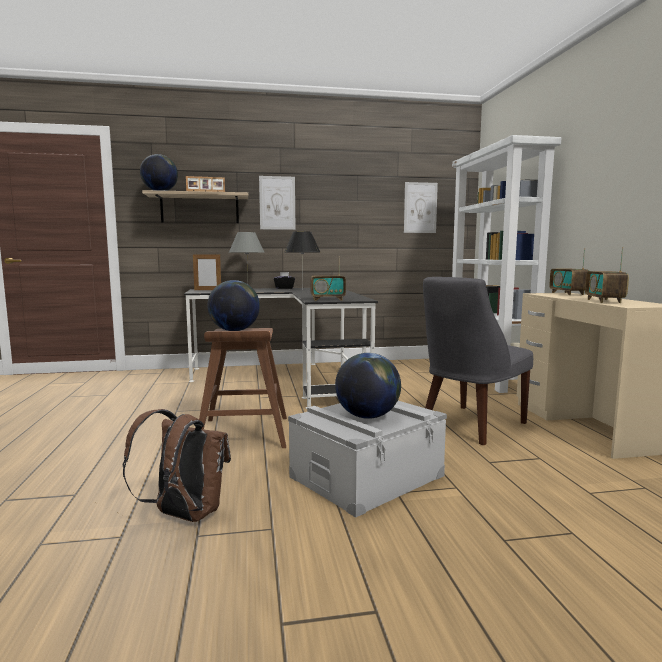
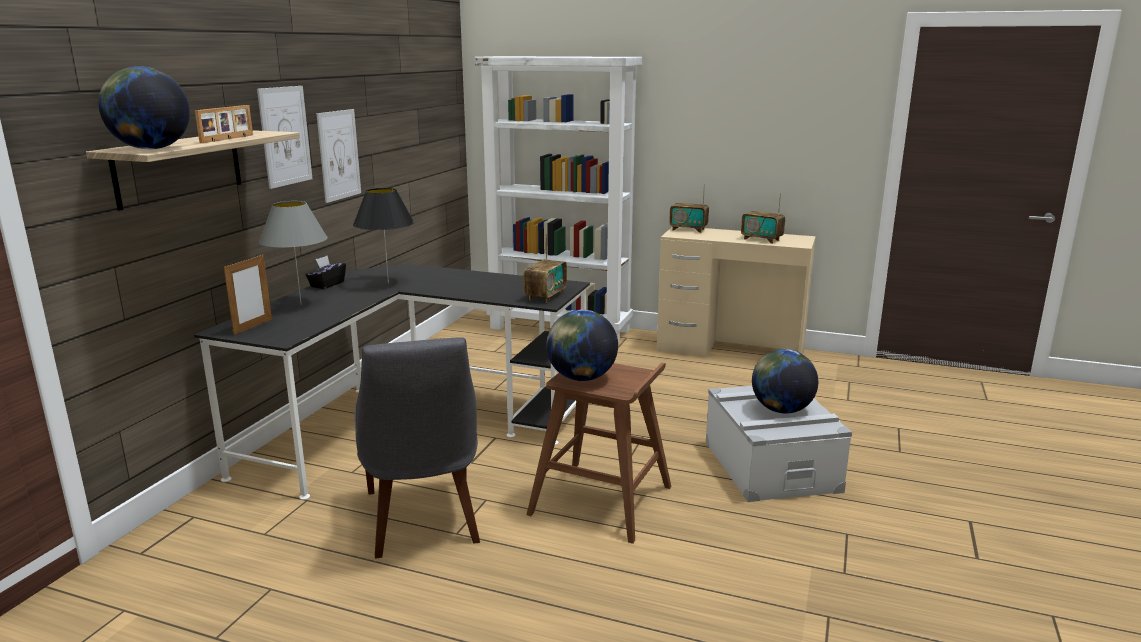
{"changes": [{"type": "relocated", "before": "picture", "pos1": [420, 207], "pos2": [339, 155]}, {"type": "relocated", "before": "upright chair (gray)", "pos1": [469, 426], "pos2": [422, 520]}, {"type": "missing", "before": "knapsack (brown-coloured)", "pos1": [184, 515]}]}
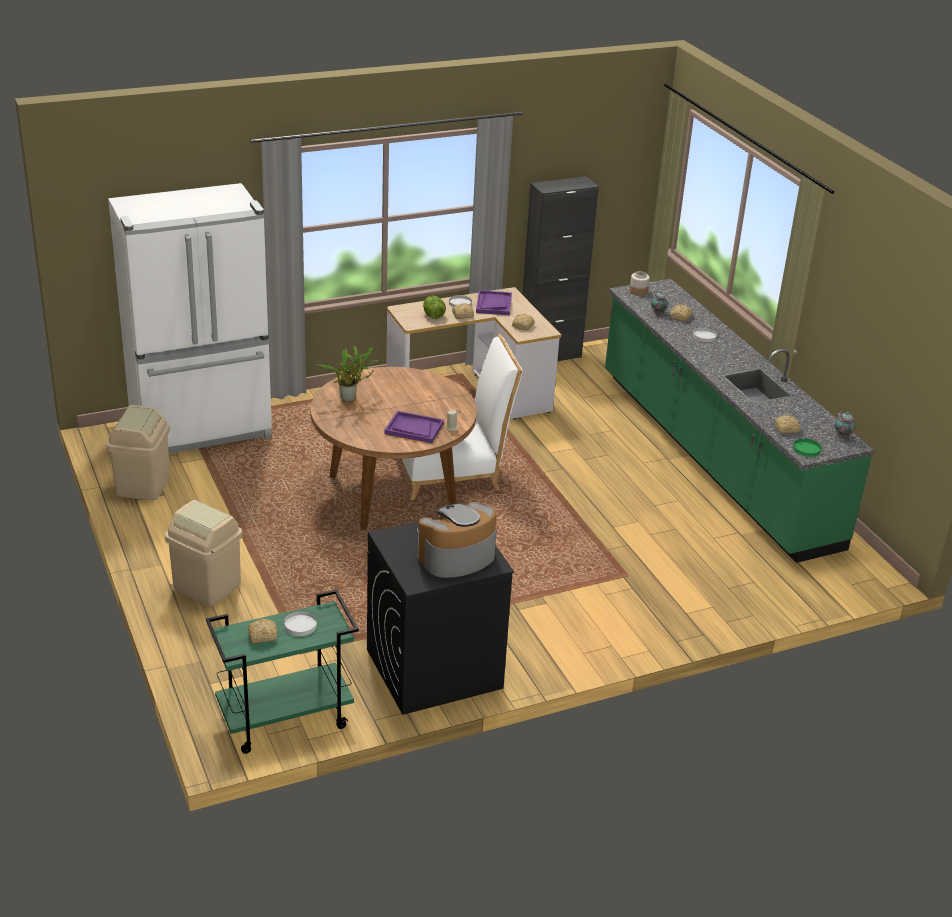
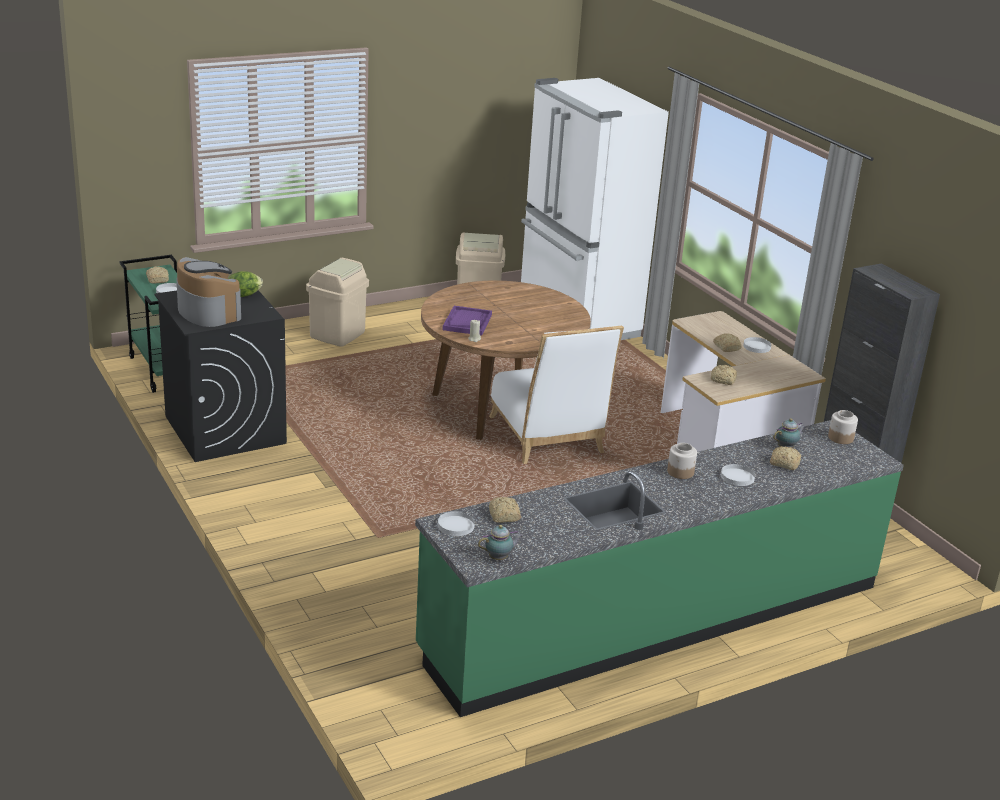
{"changes": [{"type": "missing", "before": "carrying tray (purple)", "pos1": [493, 304]}, {"type": "relocated", "before": "lettuce head", "pos1": [433, 316], "pos2": [244, 295]}, {"type": "missing", "before": "potted plant", "pos1": [350, 398]}, {"type": "colour", "before": "plate (green-coloured)", "after": "plate (white)", "pos1": [807, 449], "pos2": [456, 526]}, {"type": "appeared", "after": "preserve jar", "pos2": [681, 472]}]}
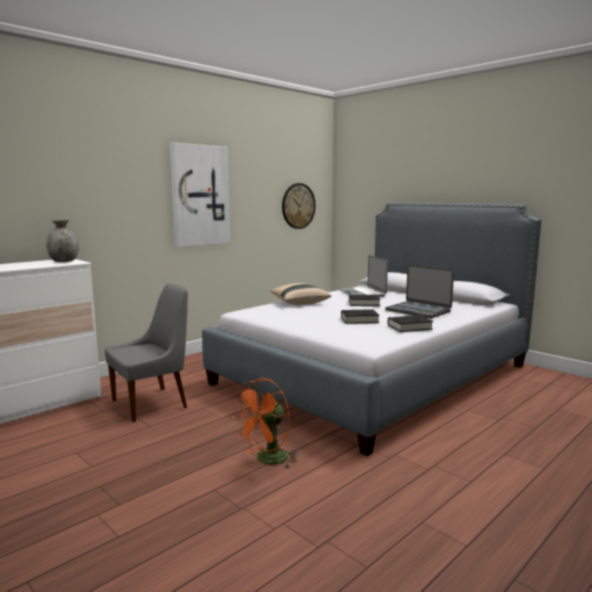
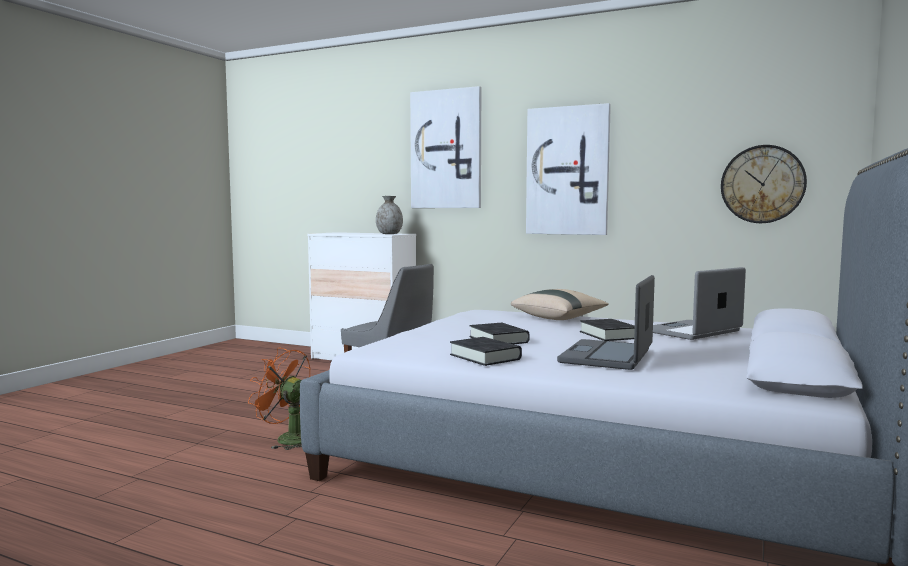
{"changes": [{"type": "appeared", "after": "picture", "pos2": [446, 149]}]}
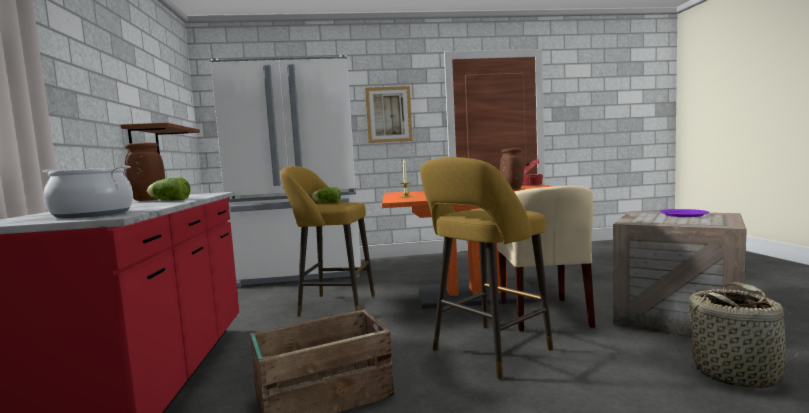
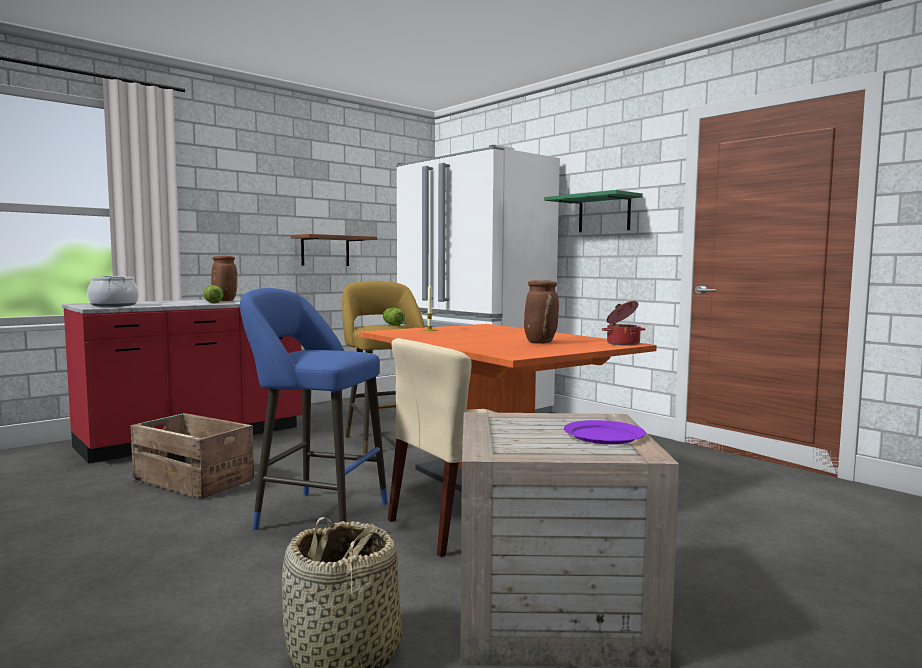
{"changes": [{"type": "exchanged", "before": "picture", "after": "shelf (green-coloured)", "pos1": [388, 114], "pos2": [604, 214]}, {"type": "colour", "before": "stool (yellow)", "after": "stool (blue-coloured)", "pos1": [487, 352], "pos2": [315, 515]}]}
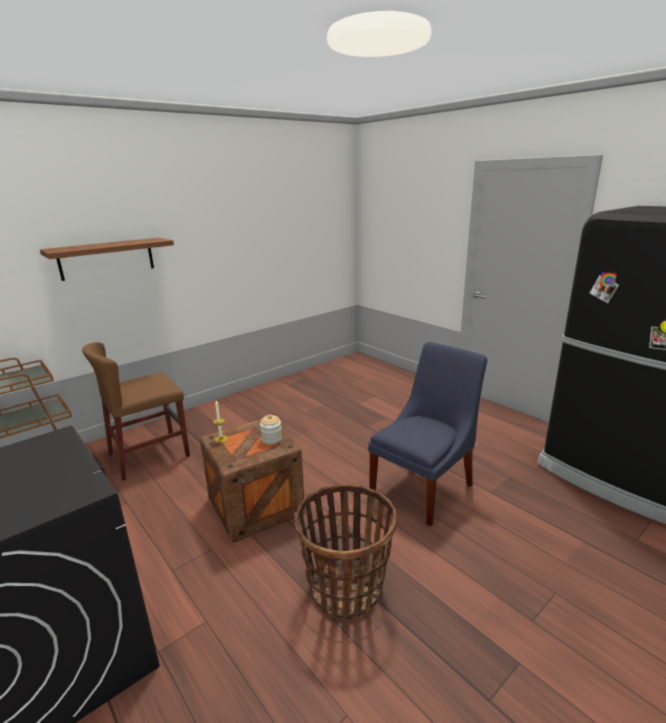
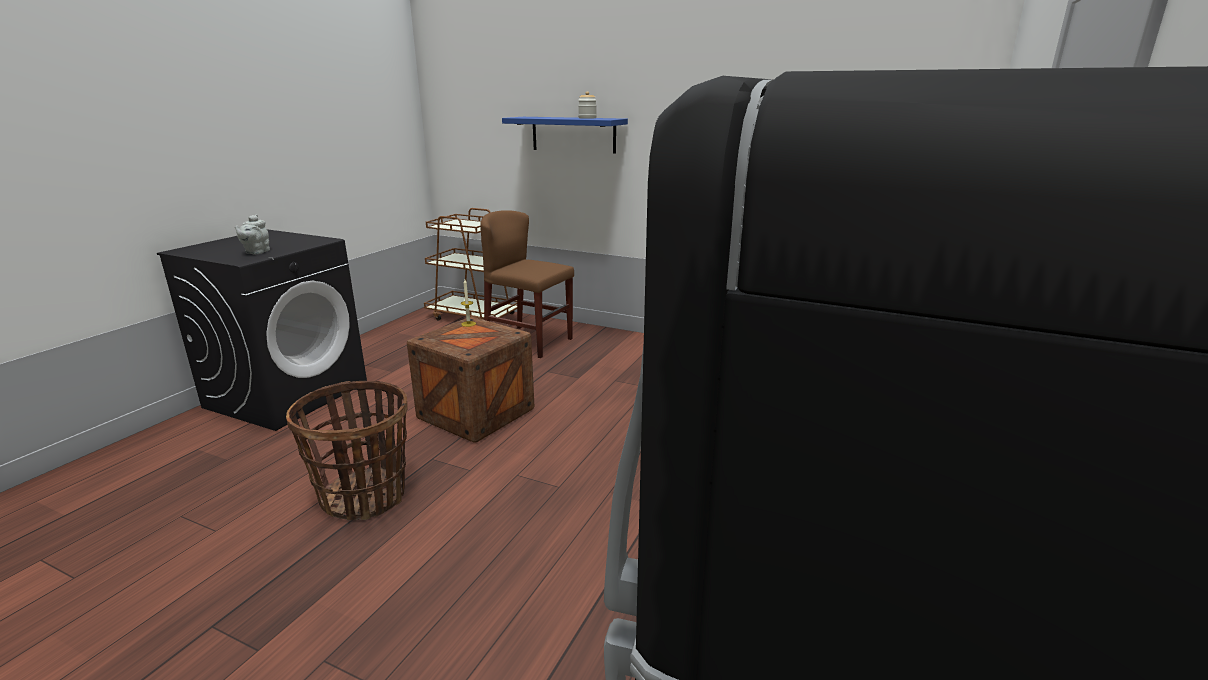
{"changes": [{"type": "colour", "before": "shelf (brown-coloured)", "after": "shelf (blue-coloured)", "pos1": [107, 258], "pos2": [573, 134]}, {"type": "missing", "before": "upright chair (blue-coloured)", "pos1": [424, 487]}, {"type": "relocated", "before": "preserve jar", "pos1": [271, 439], "pos2": [587, 118]}, {"type": "appeared", "after": "pot for tea (gray)", "pos2": [256, 252]}]}
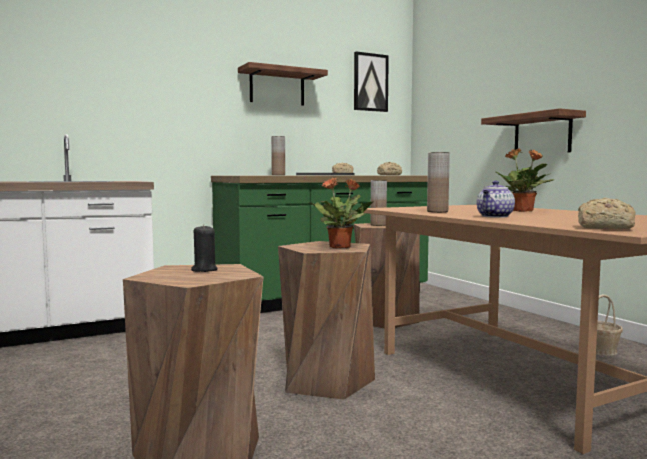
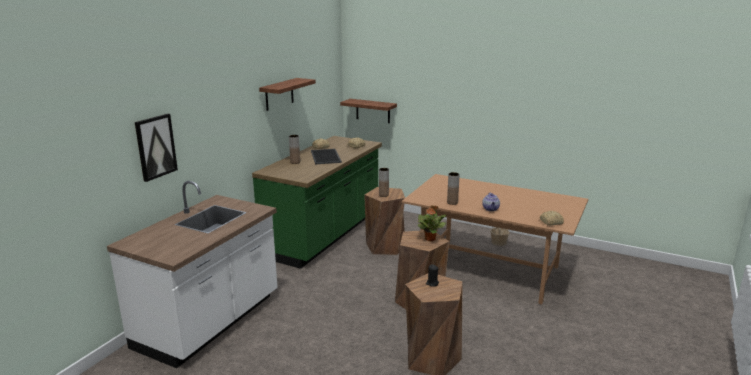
{"changes": [{"type": "relocated", "before": "picture", "pos1": [370, 82], "pos2": [155, 147]}, {"type": "relocated", "before": "shelf", "pos1": [542, 134], "pos2": [373, 111]}, {"type": "missing", "before": "potted plant", "pos1": [523, 211]}]}
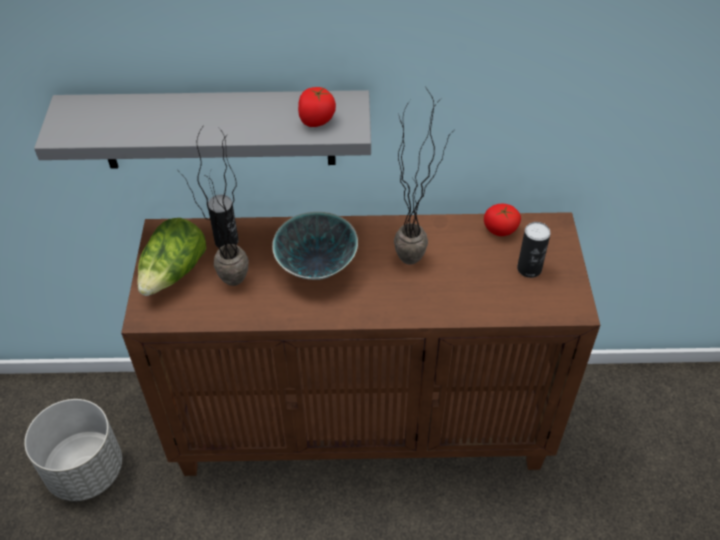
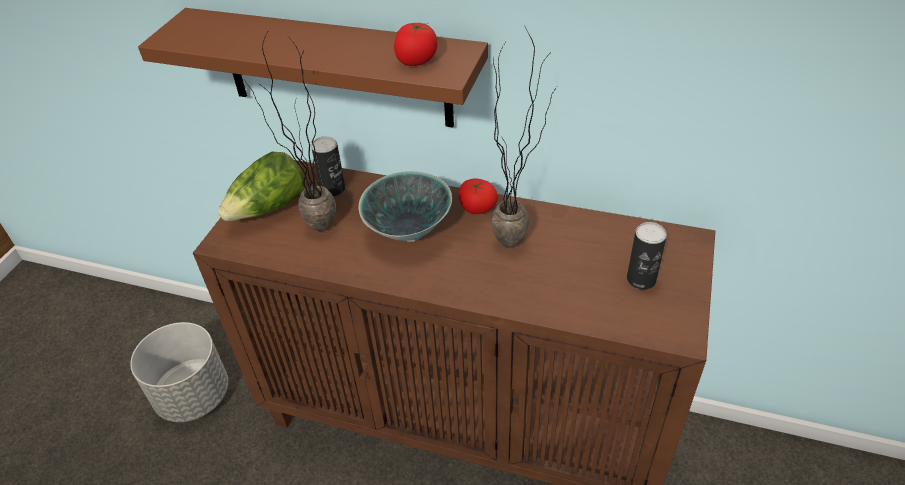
{"changes": [{"type": "colour", "before": "shelf (gray)", "after": "shelf (brown-coloured)", "pos1": [217, 129], "pos2": [336, 68]}, {"type": "relocated", "before": "tomato", "pos1": [500, 230], "pos2": [477, 208]}]}
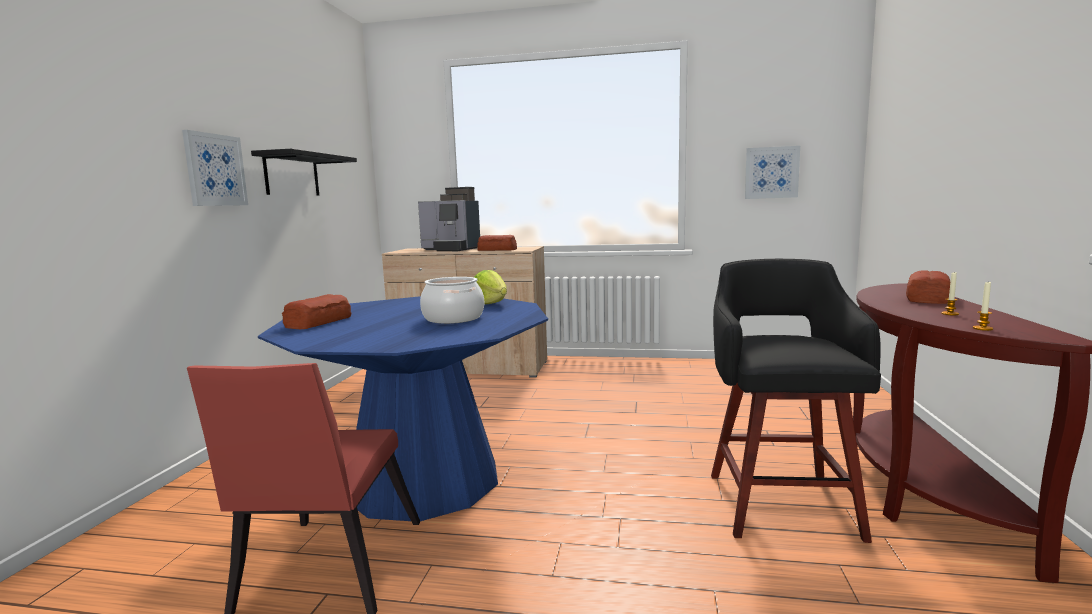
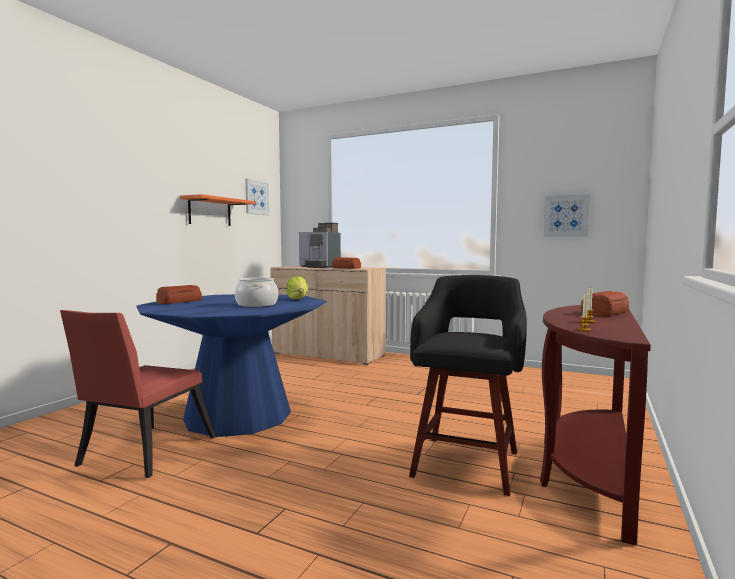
{"changes": [{"type": "relocated", "before": "picture", "pos1": [215, 170], "pos2": [256, 197]}, {"type": "colour", "before": "shelf (black-coloured)", "after": "shelf (orange)", "pos1": [292, 175], "pos2": [210, 212]}]}
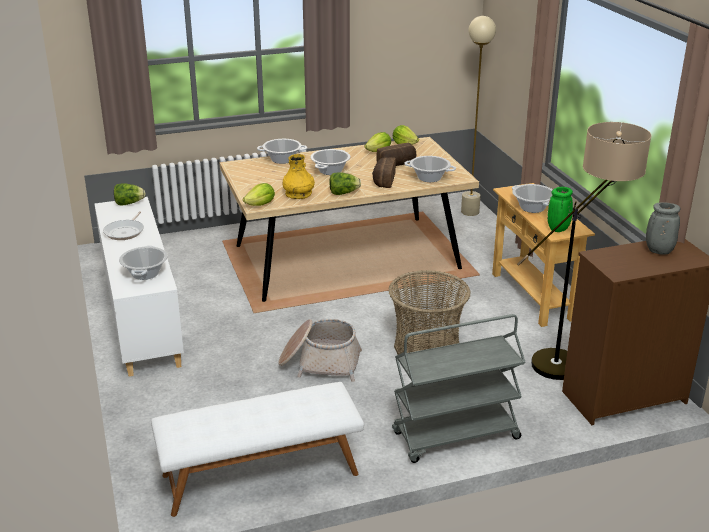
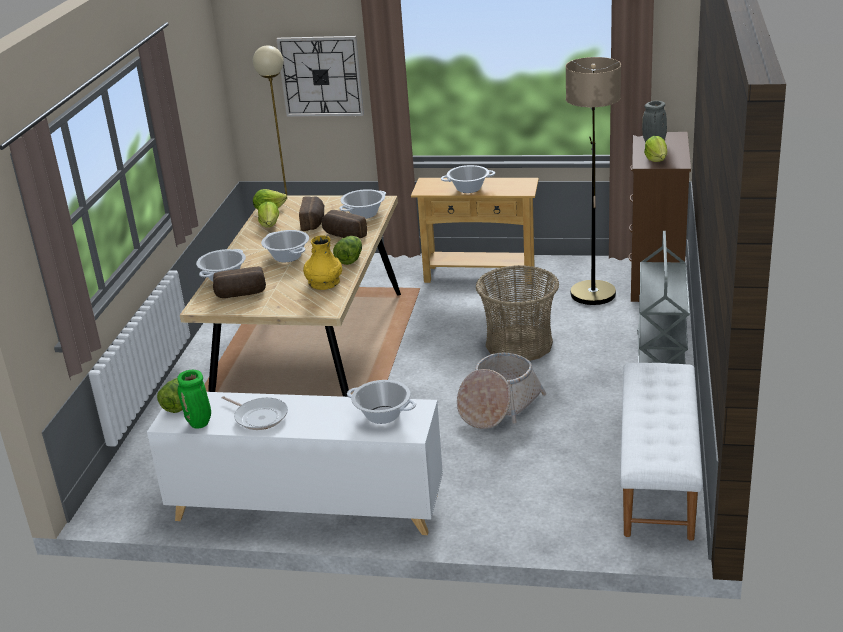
{"changes": [{"type": "relocated", "before": "lettuce head", "pos1": [261, 205], "pos2": [656, 160]}, {"type": "relocated", "before": "vase (green-coloured)", "pos1": [558, 229], "pos2": [200, 423]}, {"type": "appeared", "after": "clock on the wall", "pos2": [321, 76]}, {"type": "appeared", "after": "baked bread", "pos2": [241, 294]}]}
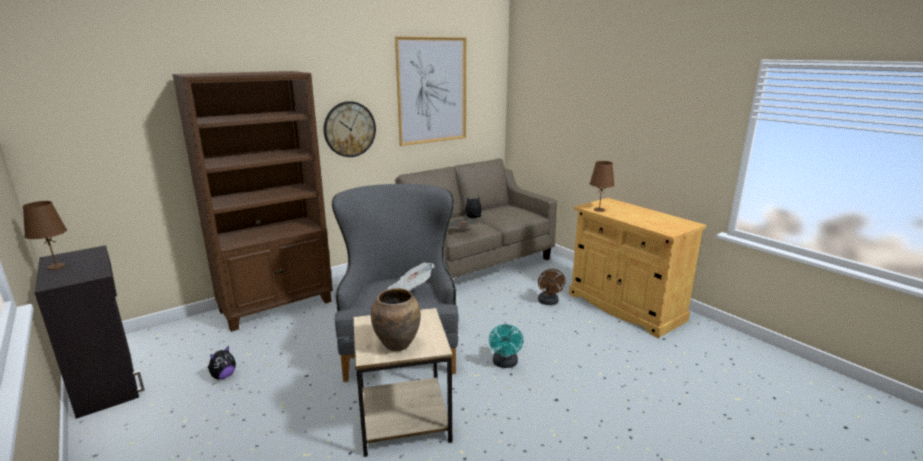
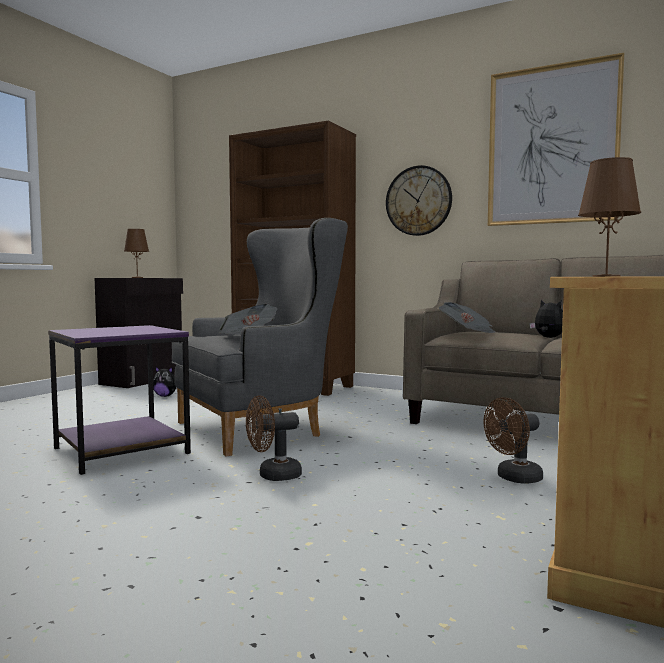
{"changes": [{"type": "missing", "before": "vase (brown-coloured)", "pos1": [398, 344]}, {"type": "colour", "before": "end table (sand-coloured)", "after": "end table (purple)", "pos1": [402, 418], "pos2": [122, 450]}, {"type": "colour", "before": "fan (turquoise-coloured)", "after": "fan (brown-coloured)", "pos1": [505, 364], "pos2": [273, 475]}]}
